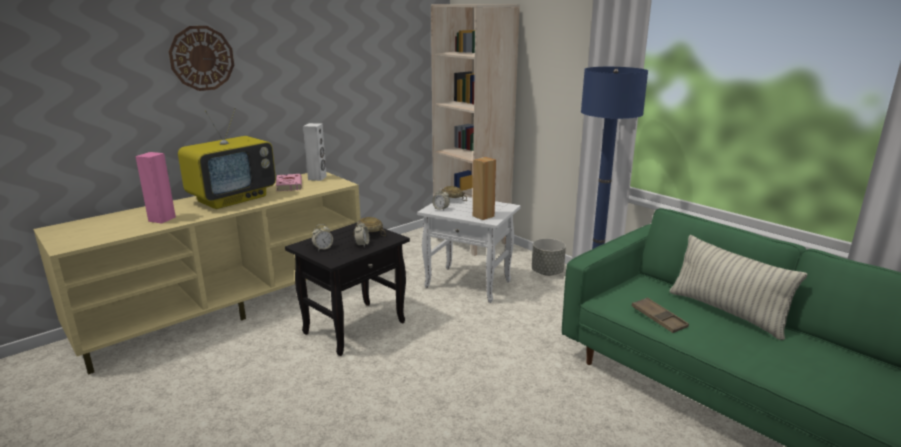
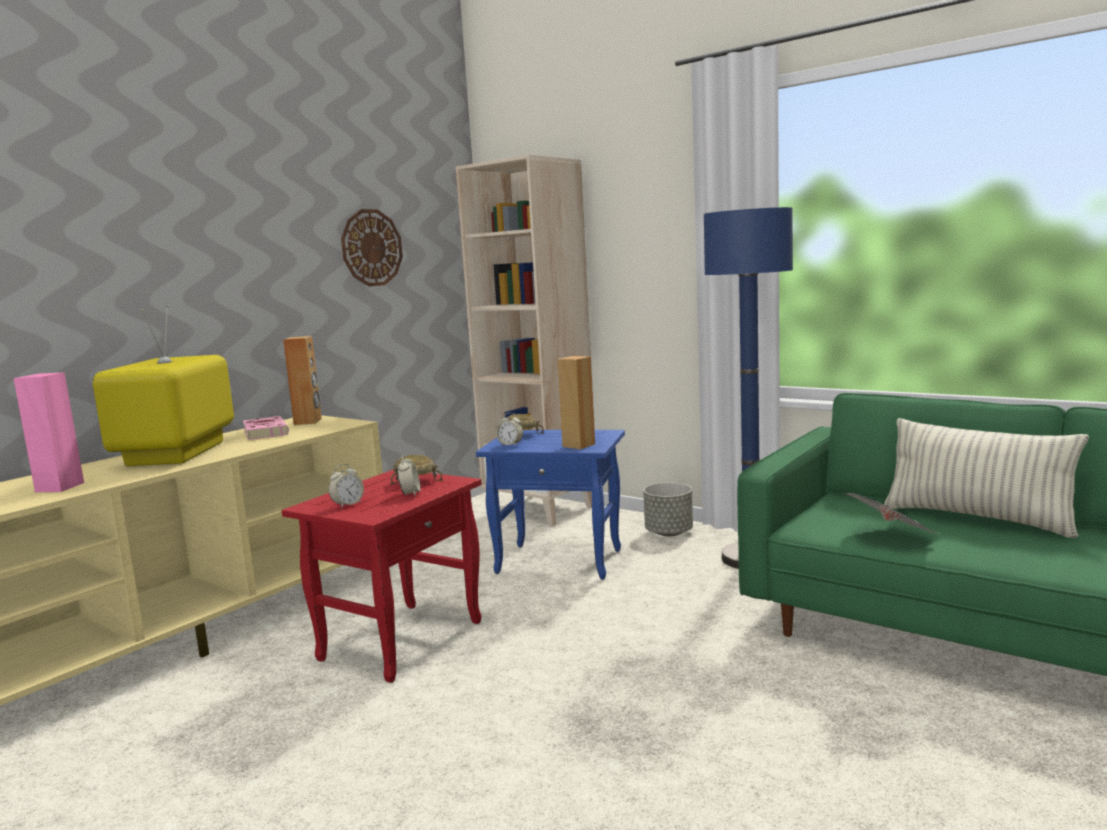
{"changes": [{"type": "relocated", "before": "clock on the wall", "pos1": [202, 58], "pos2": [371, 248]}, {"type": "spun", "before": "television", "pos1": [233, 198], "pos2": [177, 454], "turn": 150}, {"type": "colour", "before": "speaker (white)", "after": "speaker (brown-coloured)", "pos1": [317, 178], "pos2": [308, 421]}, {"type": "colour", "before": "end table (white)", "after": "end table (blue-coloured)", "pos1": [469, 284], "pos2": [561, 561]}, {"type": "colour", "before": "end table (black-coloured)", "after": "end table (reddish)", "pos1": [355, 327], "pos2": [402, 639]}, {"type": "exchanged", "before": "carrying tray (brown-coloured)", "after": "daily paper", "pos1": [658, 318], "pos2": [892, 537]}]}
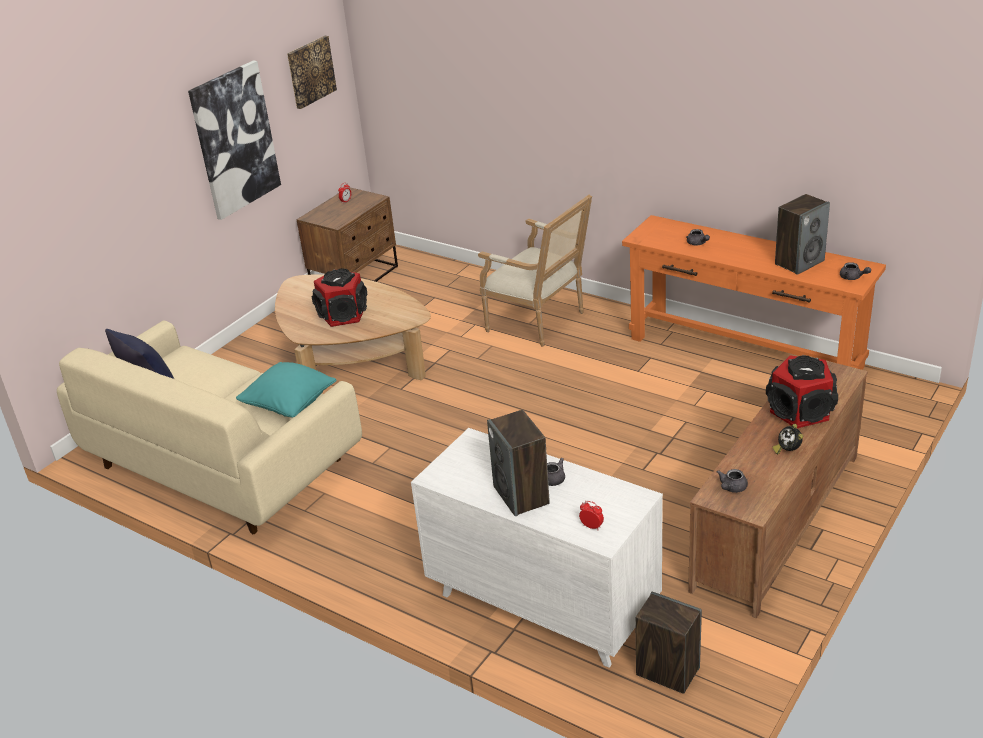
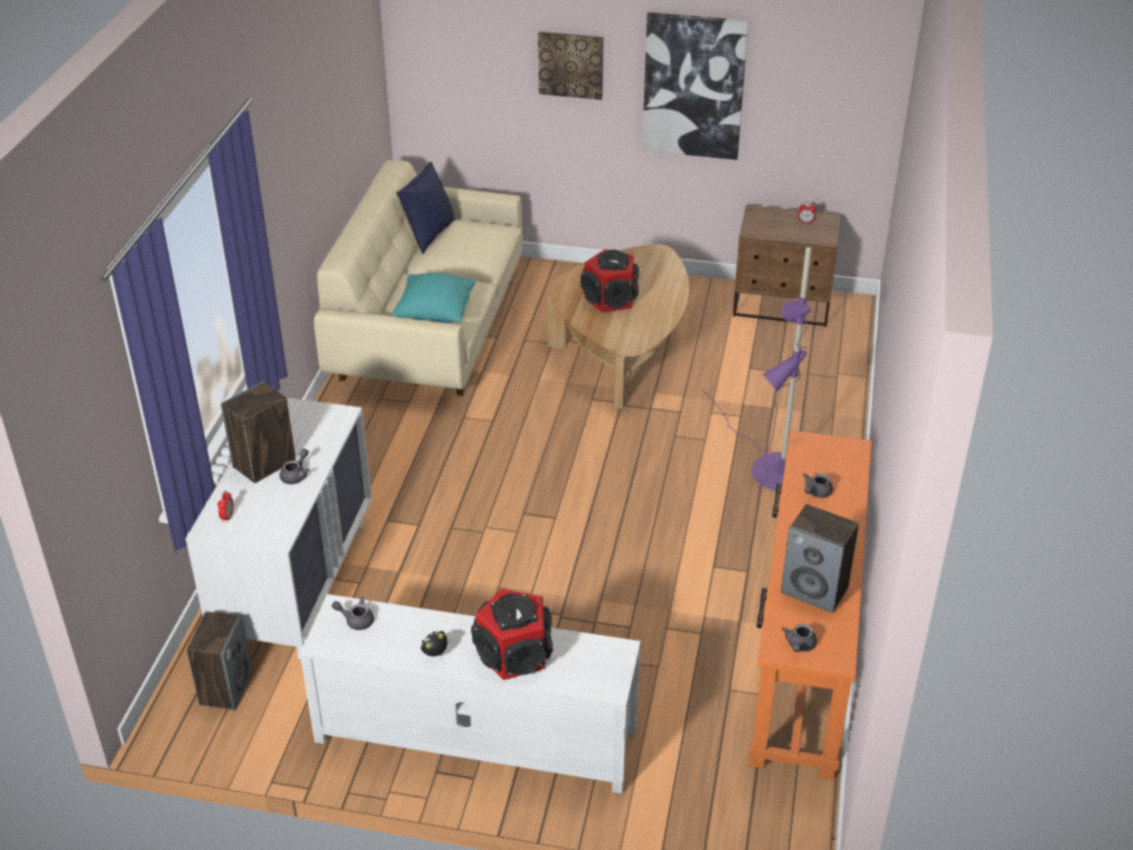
{"changes": [{"type": "relocated", "before": "picture", "pos1": [310, 71], "pos2": [571, 64]}, {"type": "exchanged", "before": "armchair", "after": "standing lamp (purple)", "pos1": [540, 322], "pos2": [773, 464]}, {"type": "colour", "before": "tv unit (brown-coloured)", "after": "tv unit (white)", "pos1": [777, 521], "pos2": [474, 736]}]}
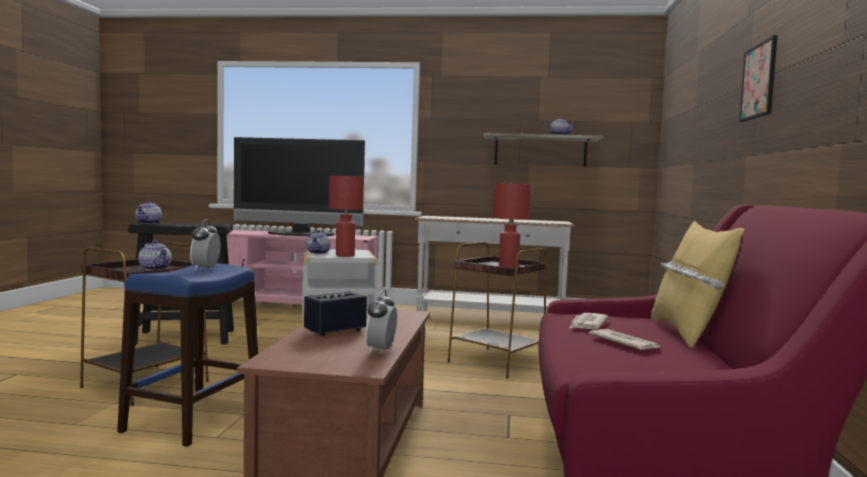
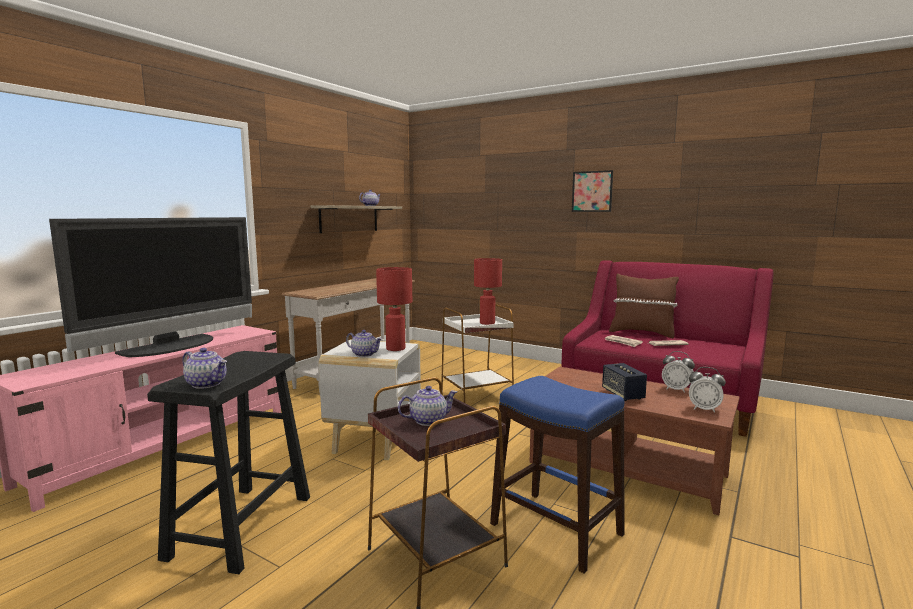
{"changes": [{"type": "relocated", "before": "table clock", "pos1": [205, 269], "pos2": [704, 409]}, {"type": "colour", "before": "throw pillow (yellow)", "after": "throw pillow (brown-coloured)", "pos1": [688, 333], "pos2": [642, 333]}, {"type": "colour", "before": "end table (brown-coloured)", "after": "end table (white)", "pos1": [496, 362], "pos2": [475, 396]}]}
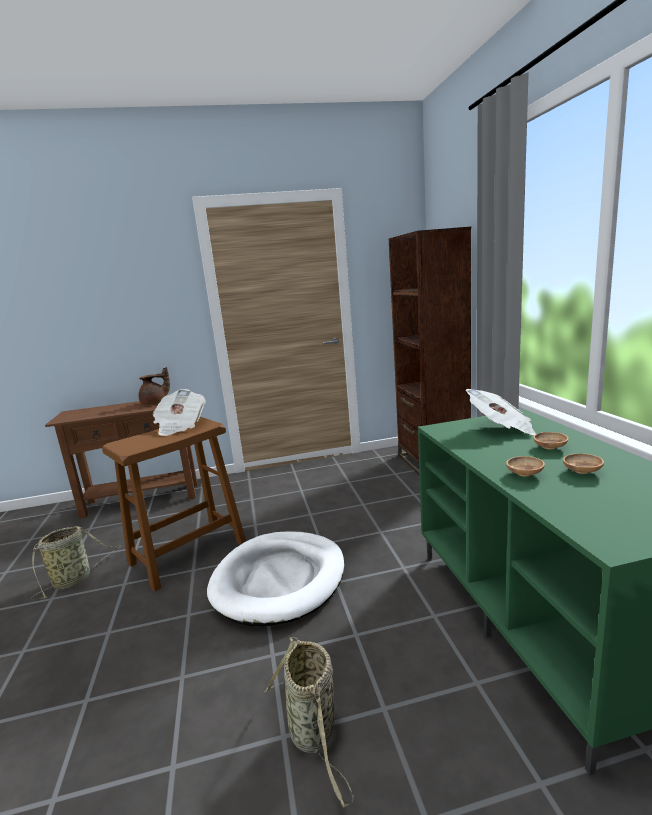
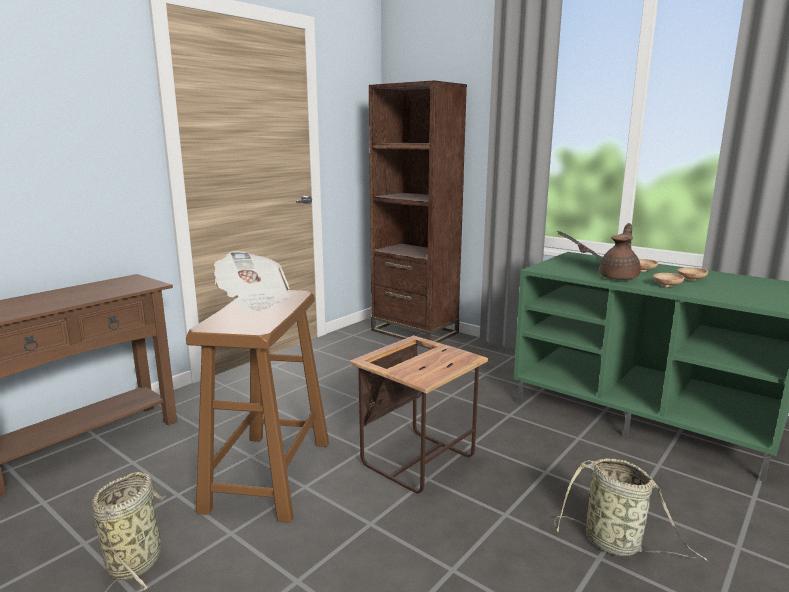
{"changes": [{"type": "relocated", "before": "pot for tea (brown-coloured)", "pos1": [155, 402], "pos2": [619, 277]}, {"type": "exchanged", "before": "dog cushion (white)", "after": "end table", "pos1": [279, 580], "pos2": [419, 460]}]}
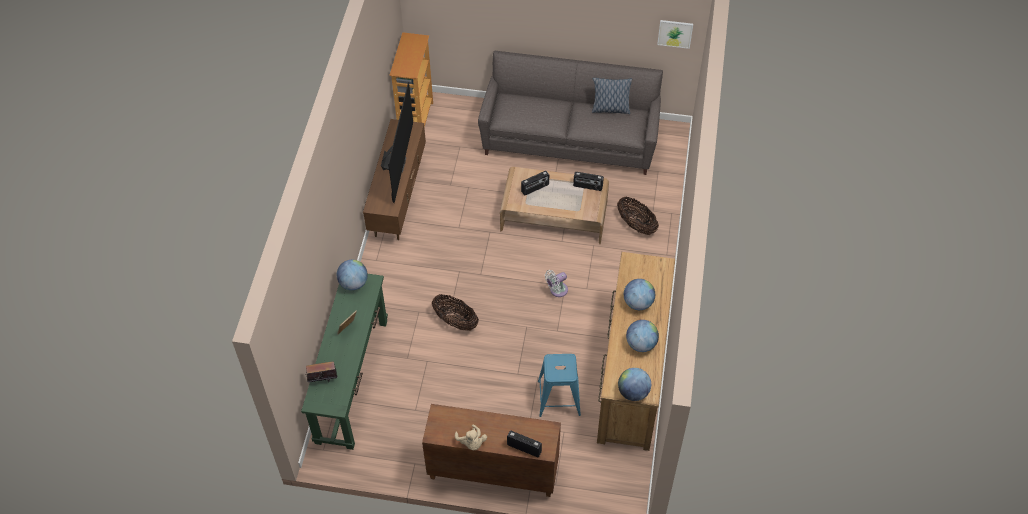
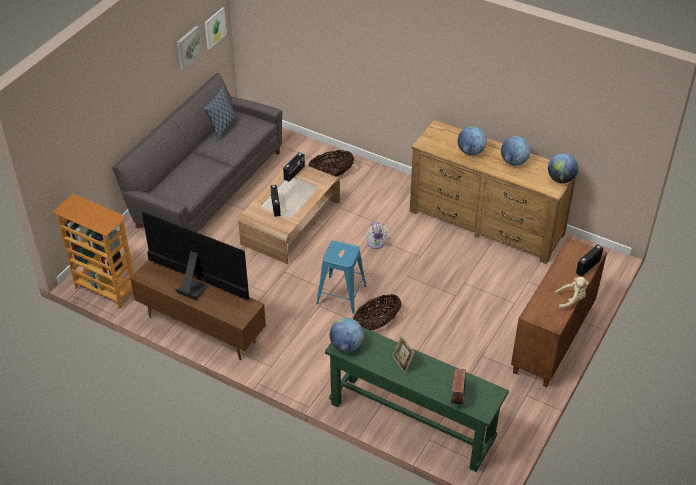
{"changes": [{"type": "relocated", "before": "stool (blue-coloured)", "pos1": [559, 398], "pos2": [341, 294]}, {"type": "appeared", "after": "picture", "pos2": [187, 47]}]}
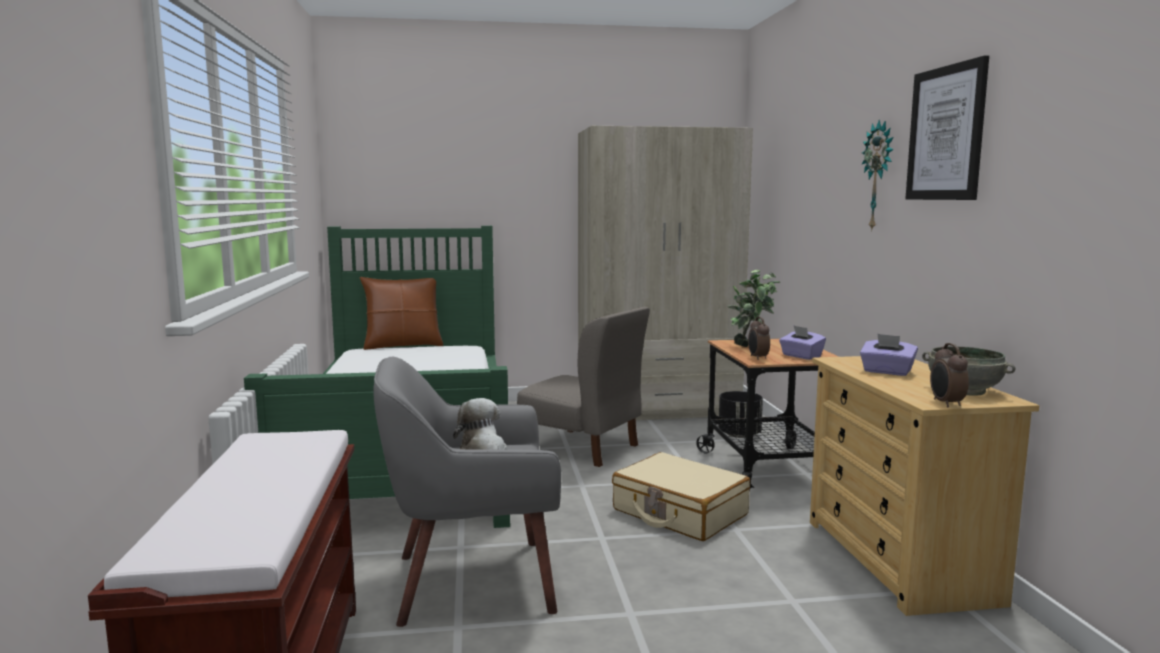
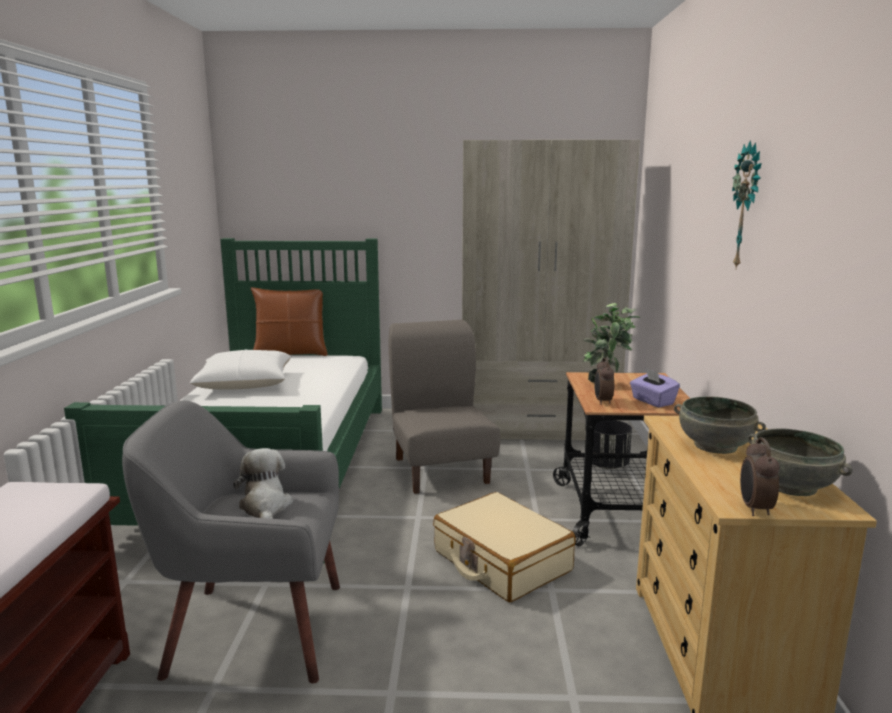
{"changes": [{"type": "missing", "before": "picture", "pos1": [946, 133]}, {"type": "spun", "before": "upright chair (gray)", "pos1": [584, 447], "pos2": [441, 470], "turn": -150}, {"type": "exchanged", "before": "tissue holder (purple)", "after": "deep dish (gray)", "pos1": [887, 372], "pos2": [715, 445]}, {"type": "appeared", "after": "throw pillow (white)", "pos2": [245, 383]}]}
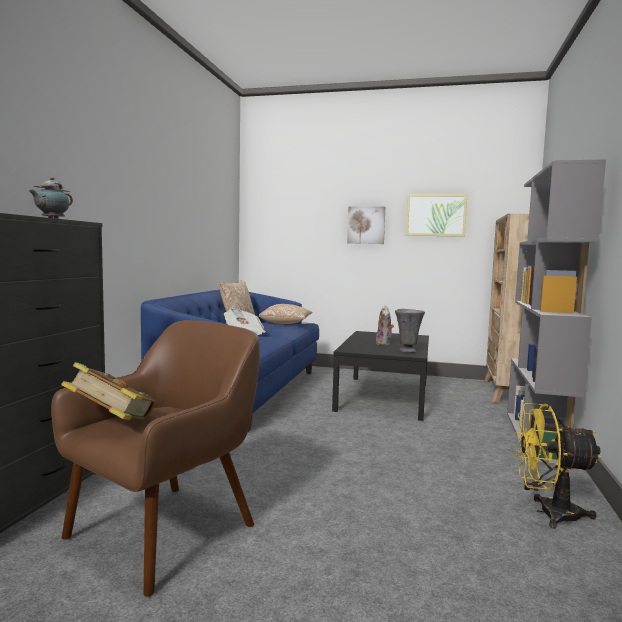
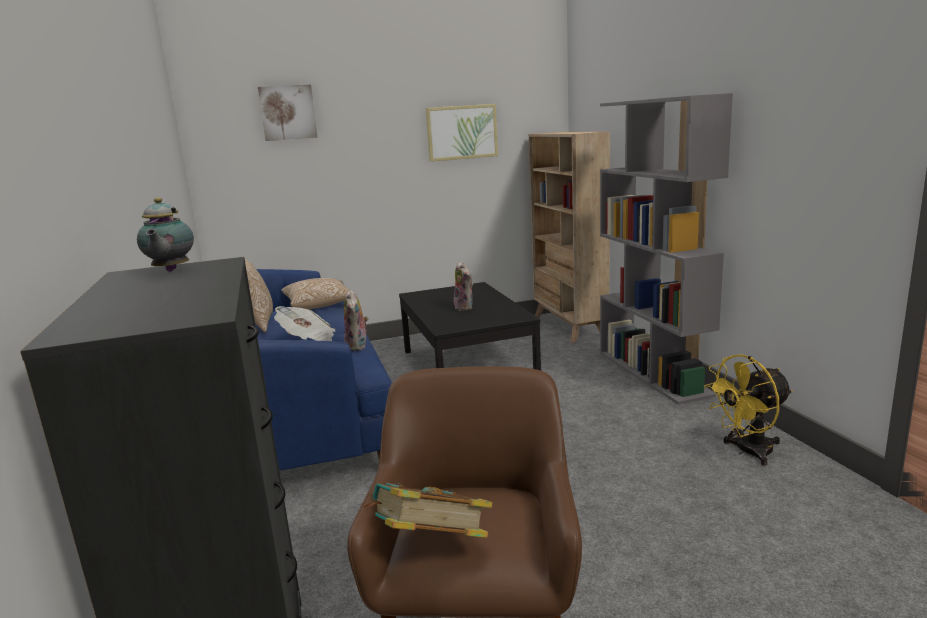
{"changes": [{"type": "relocated", "before": "picture", "pos1": [366, 225], "pos2": [288, 112]}, {"type": "missing", "before": "vase (gray)", "pos1": [407, 351]}, {"type": "appeared", "after": "cuddly toy", "pos2": [358, 346]}]}
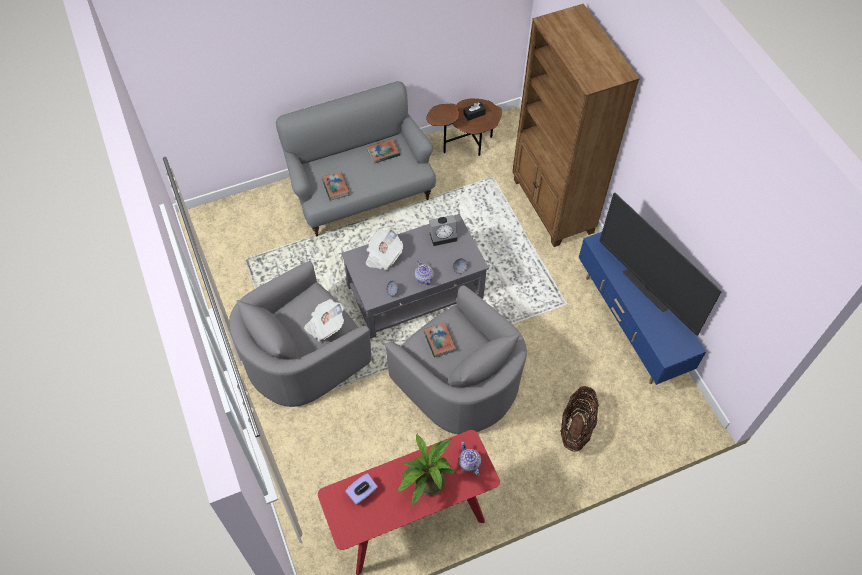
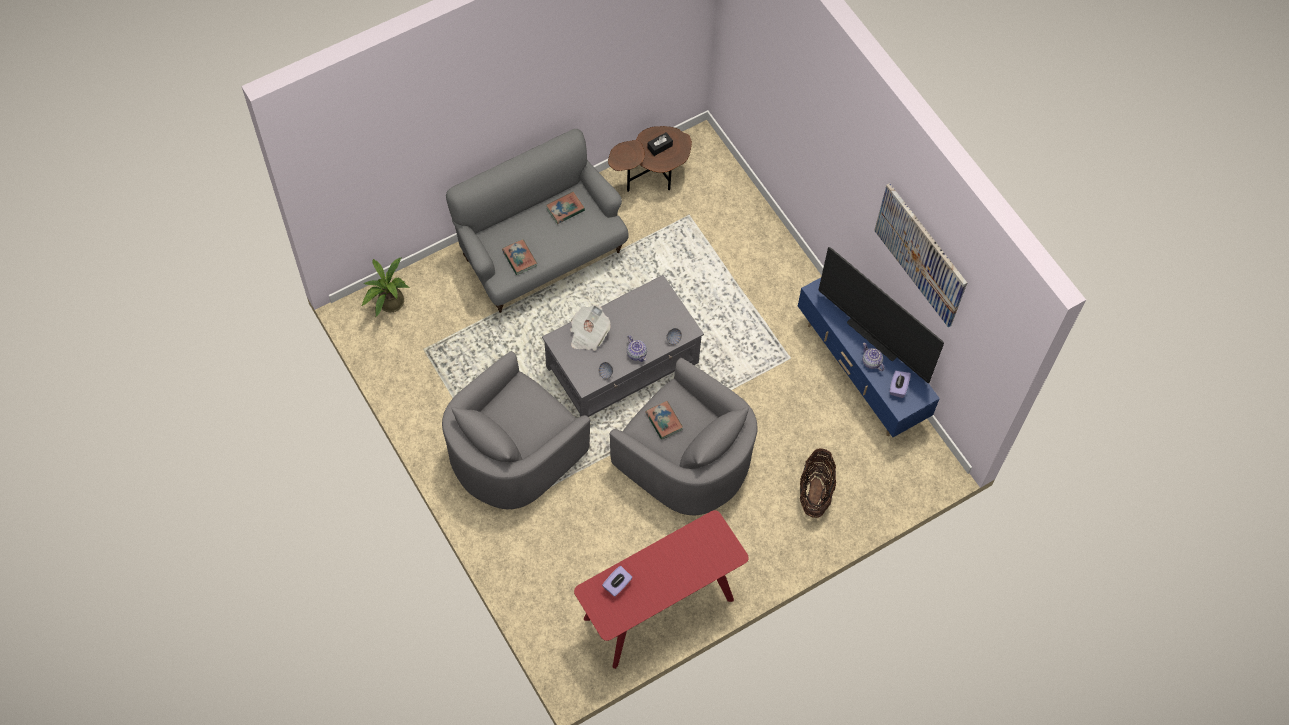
{"changes": [{"type": "missing", "before": "bookshelf (brown-coloured)", "pos1": [552, 207]}, {"type": "missing", "before": "table clock", "pos1": [443, 235]}, {"type": "missing", "before": "daily paper", "pos1": [325, 325]}, {"type": "relocated", "before": "potted plant", "pos1": [426, 483], "pos2": [388, 303]}, {"type": "relocated", "before": "pot for tea", "pos1": [469, 463], "pos2": [871, 362]}, {"type": "appeared", "after": "picture", "pos2": [920, 254]}, {"type": "appeared", "after": "tissue holder (purple)", "pos2": [898, 387]}]}
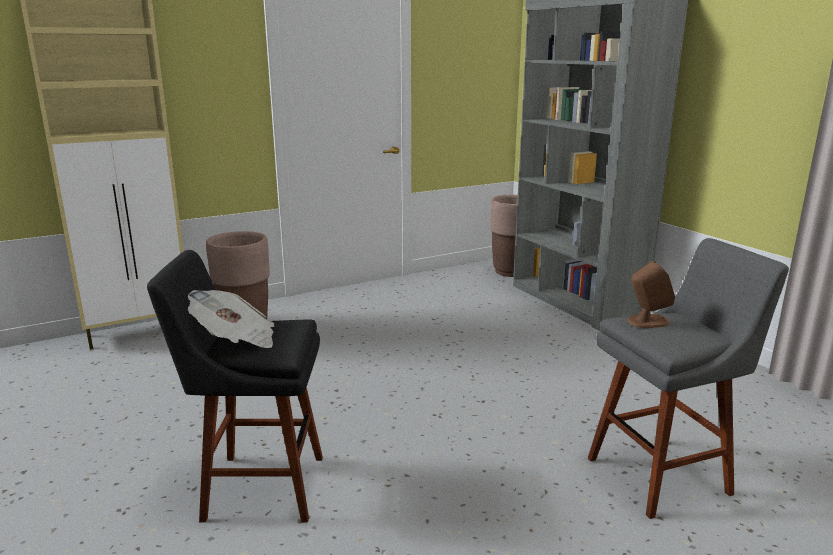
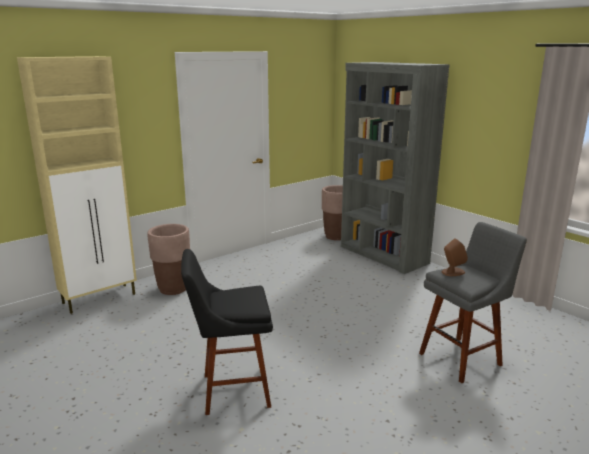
{"changes": [{"type": "missing", "before": "daily paper", "pos1": [236, 339]}]}
